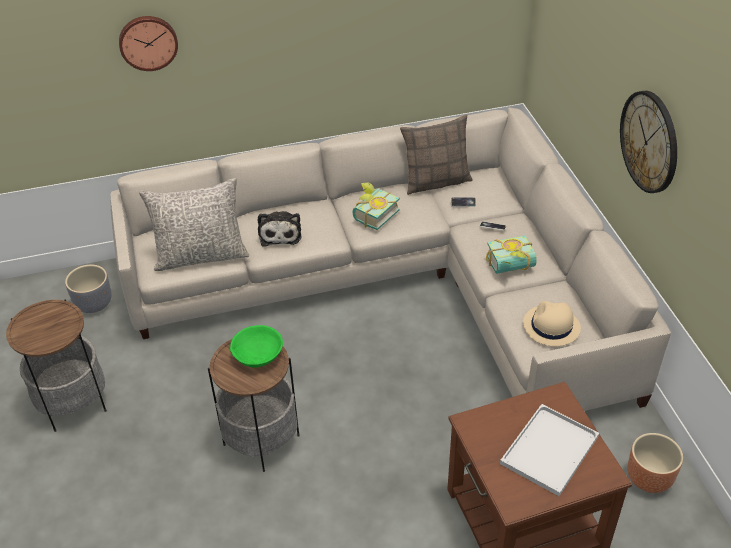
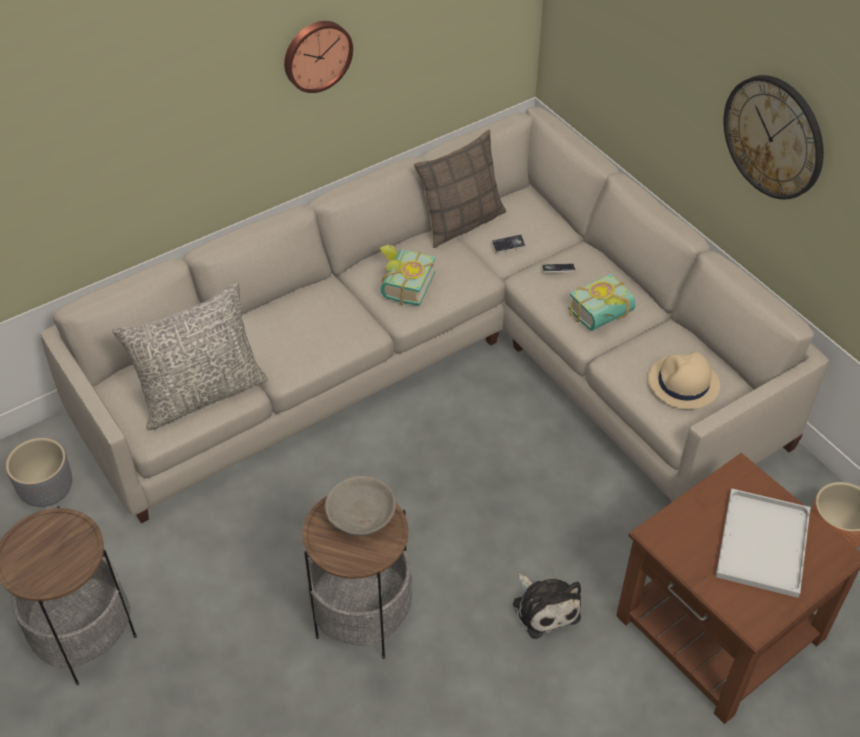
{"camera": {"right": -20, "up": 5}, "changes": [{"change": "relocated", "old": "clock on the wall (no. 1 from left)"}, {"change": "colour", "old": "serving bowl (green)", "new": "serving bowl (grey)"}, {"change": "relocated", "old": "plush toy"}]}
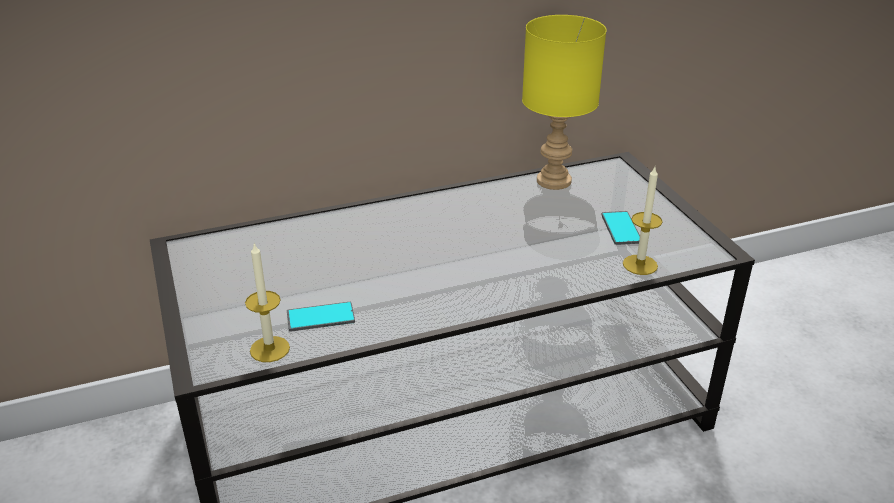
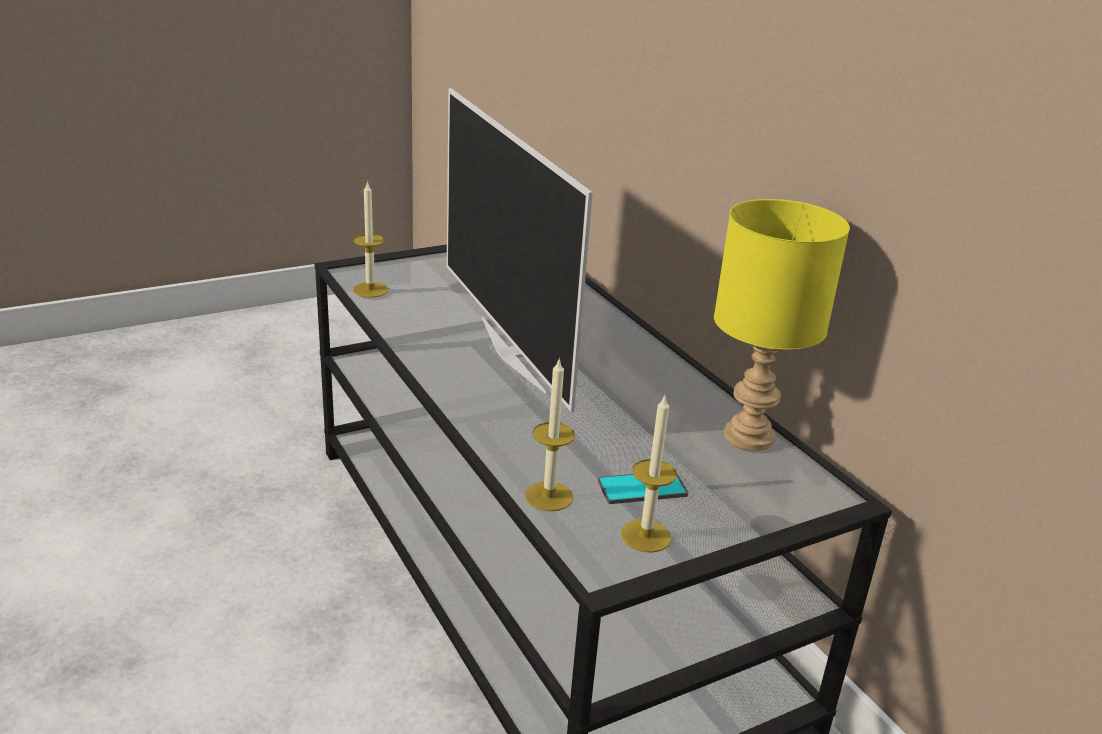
{"camera": {"right": 80, "up": -5}, "changes": [{"change": "missing", "old": "telephone (no. 1 from left)"}, {"change": "appeared", "new": "television"}, {"change": "appeared", "new": "wax candle (no. 3 from left)"}]}
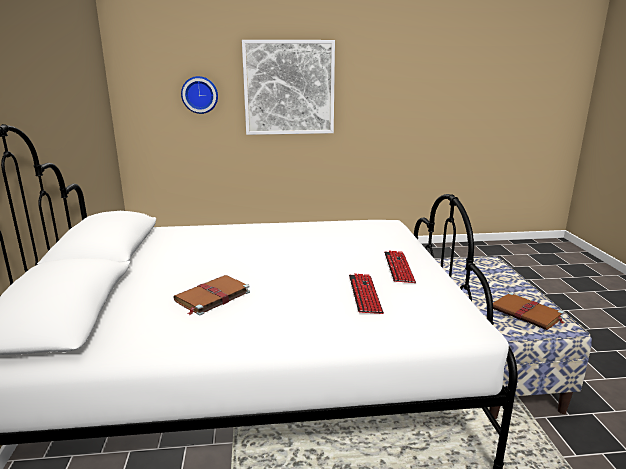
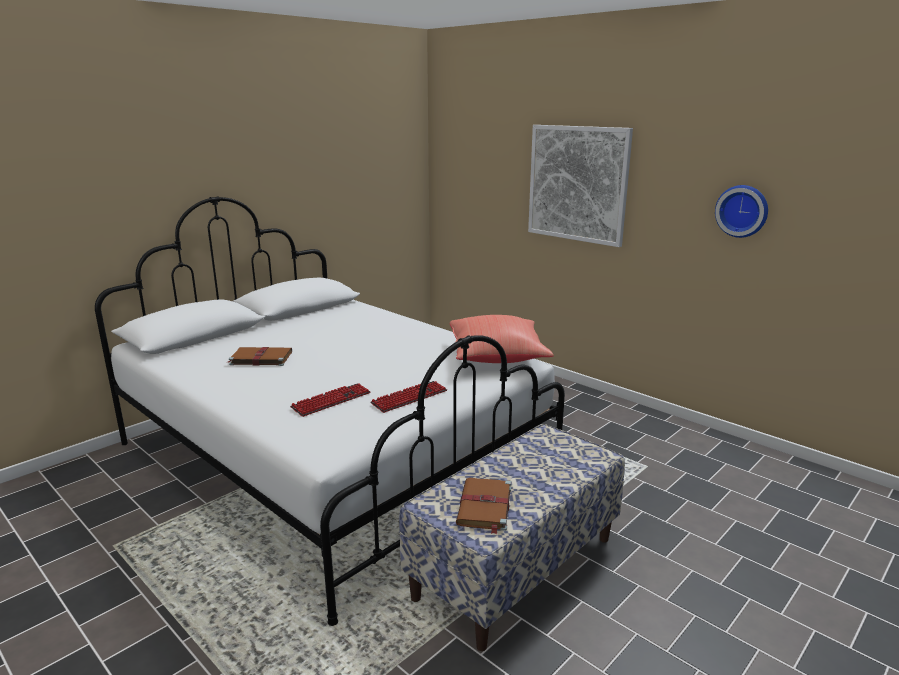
{"camera": {"right": 50, "up": 0}, "changes": [{"change": "relocated", "old": "clock on the wall"}, {"change": "appeared", "new": "pillow (reddish)"}]}
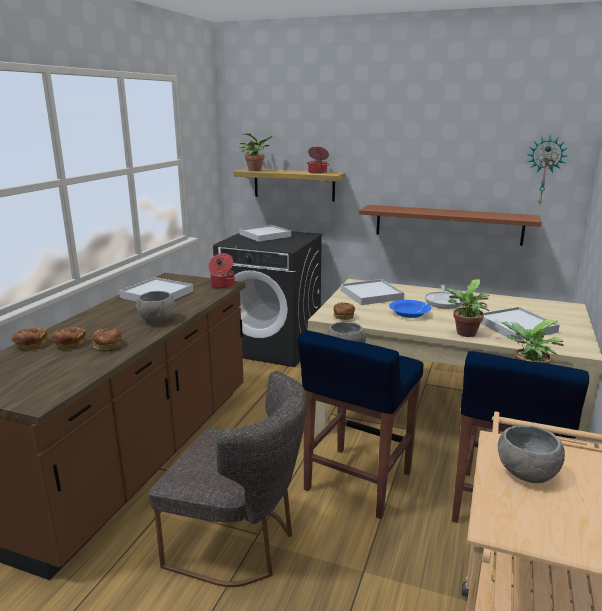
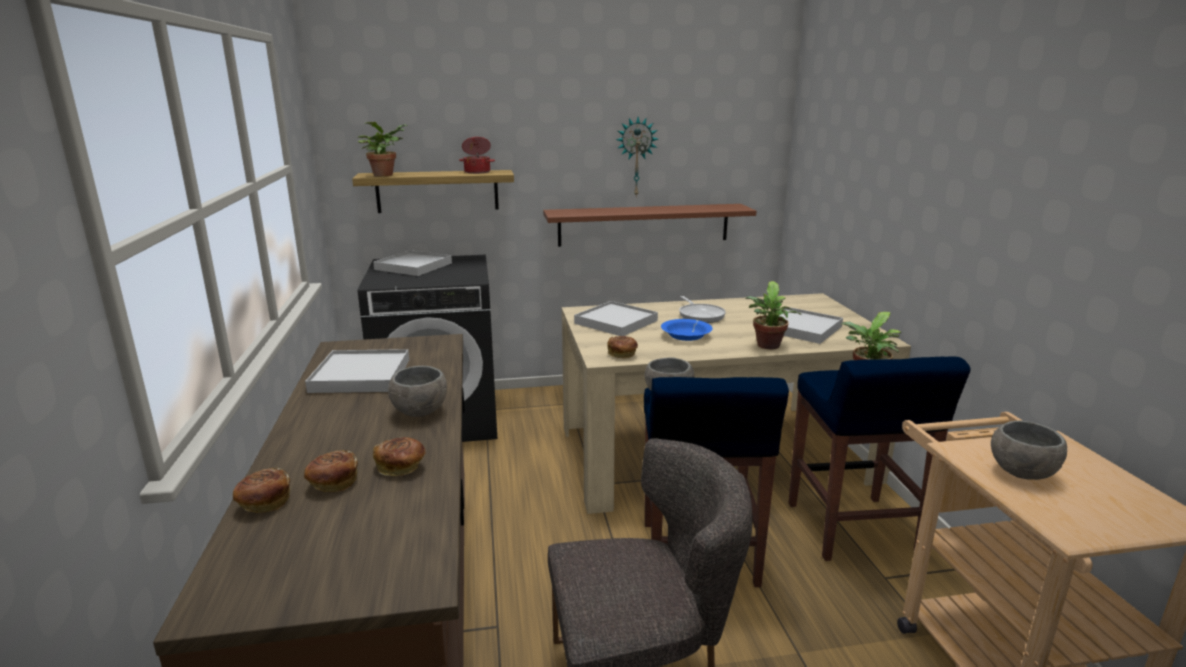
{"camera": {"right": -30, "up": 0}, "changes": [{"change": "missing", "old": "saucepot (no. 1 from left)"}, {"change": "relocated", "old": "clock on the wall"}]}
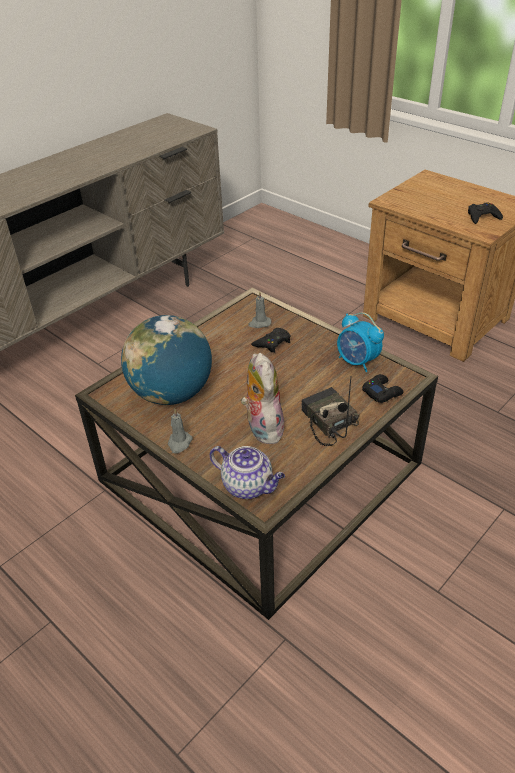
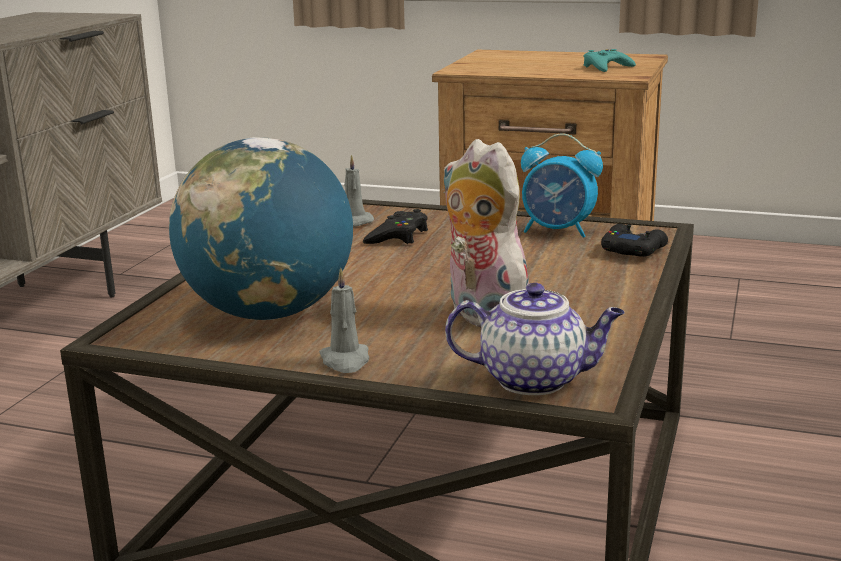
{"camera": {"right": -25, "up": -20}, "changes": [{"change": "missing", "old": "radio set"}, {"change": "colour", "old": "joypad (blackish) (no. 3 from left)", "new": "joypad (blue-green)"}]}
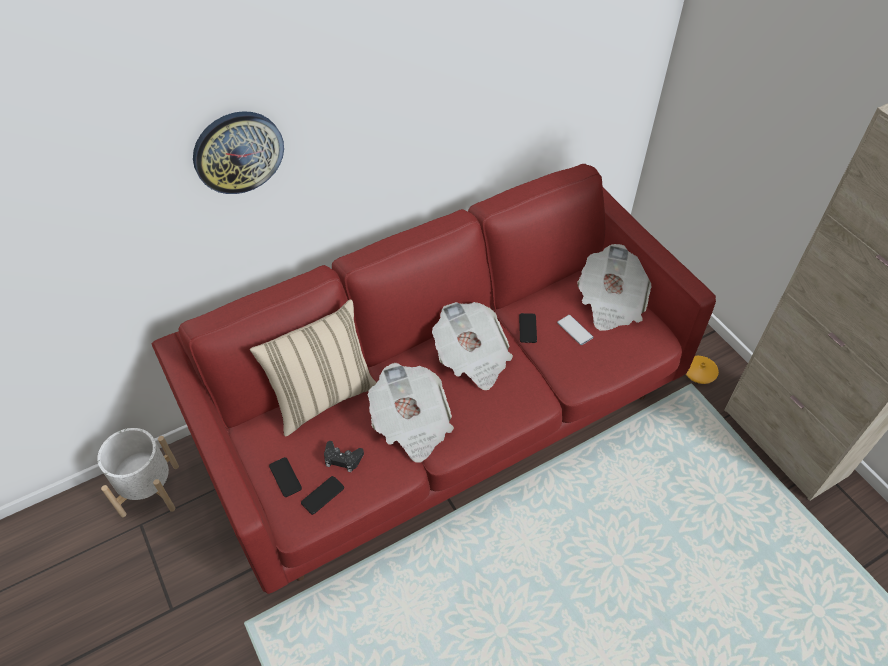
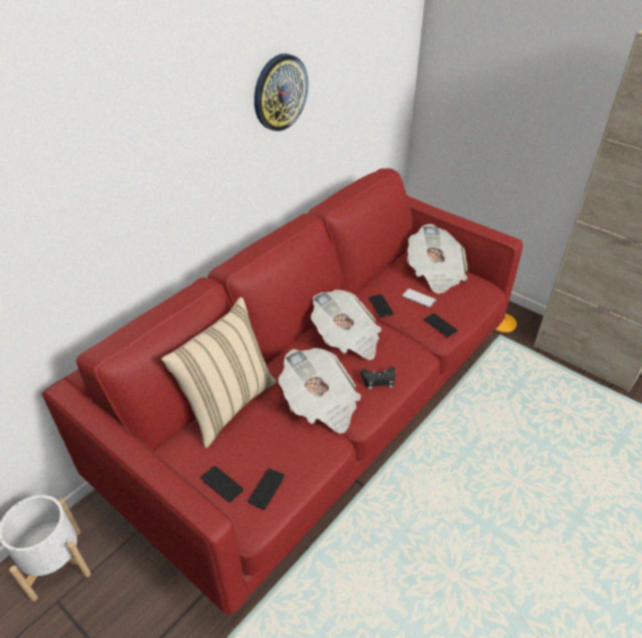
{"camera": {"right": -20, "up": -10}, "changes": [{"change": "relocated", "old": "clock on the wall"}, {"change": "relocated", "old": "joypad (blackish)"}, {"change": "appeared", "new": "telephone (no. 5 from left)"}]}
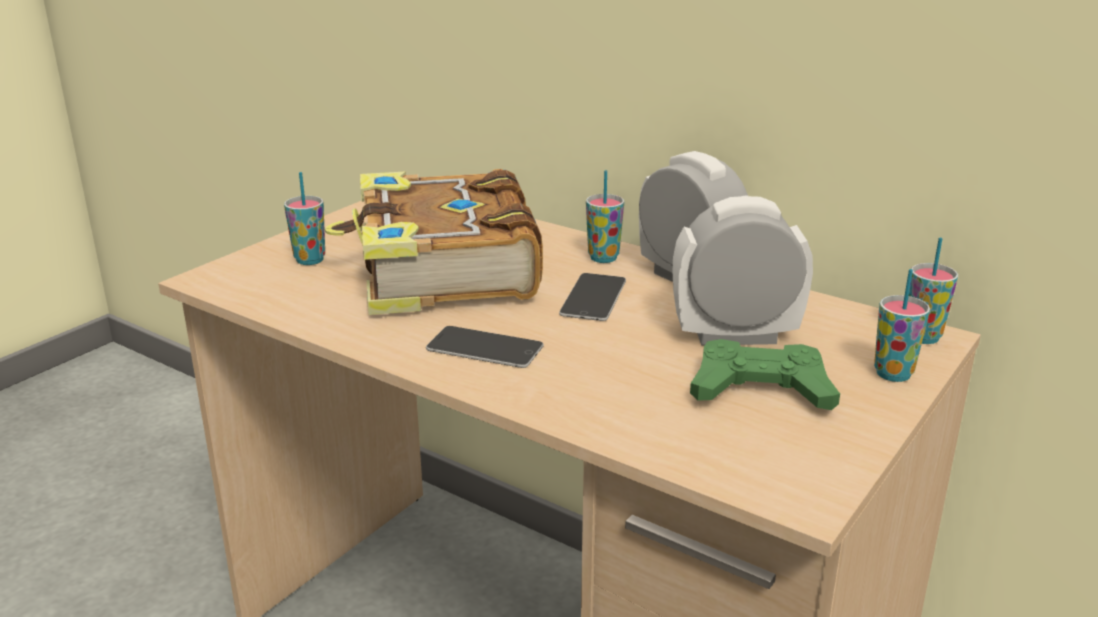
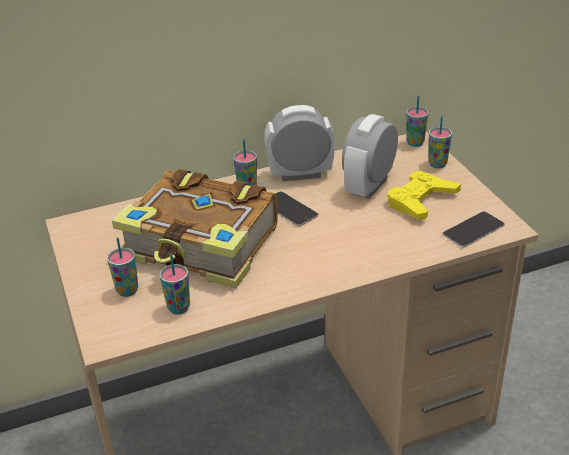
{"camera": {"right": -55, "up": 10}, "changes": [{"change": "relocated", "old": "telephone (no. 1 from left in the first image)", "new": "telephone (no. 2 from left)"}, {"change": "colour", "old": "joypad (green)", "new": "joypad (yellow-coloured)"}, {"change": "appeared", "new": "drinking cup (no. 2 from left)"}]}
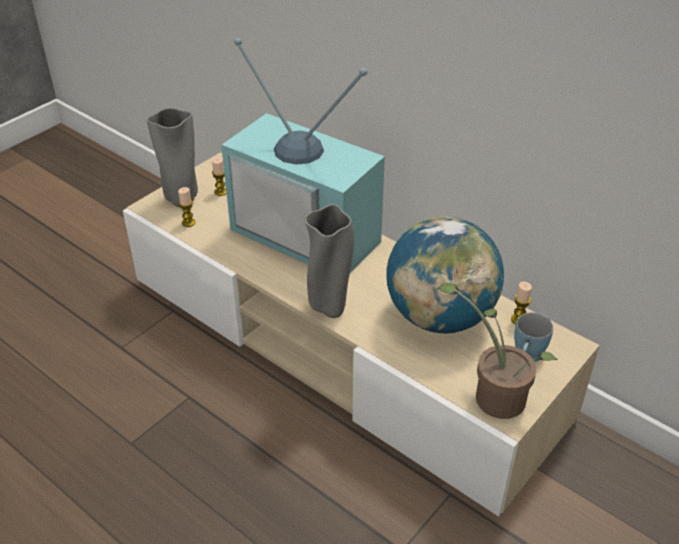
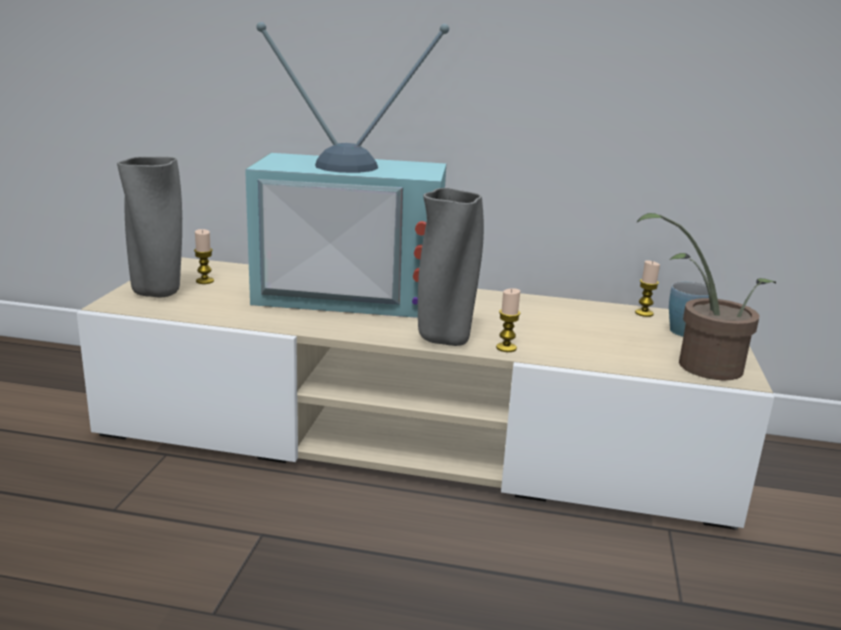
{"camera": {"right": -30, "up": -20}, "changes": [{"change": "relocated", "old": "wax candle (no. 1 from left in the first image)", "new": "wax candle (no. 2 from left)"}, {"change": "missing", "old": "globe"}]}
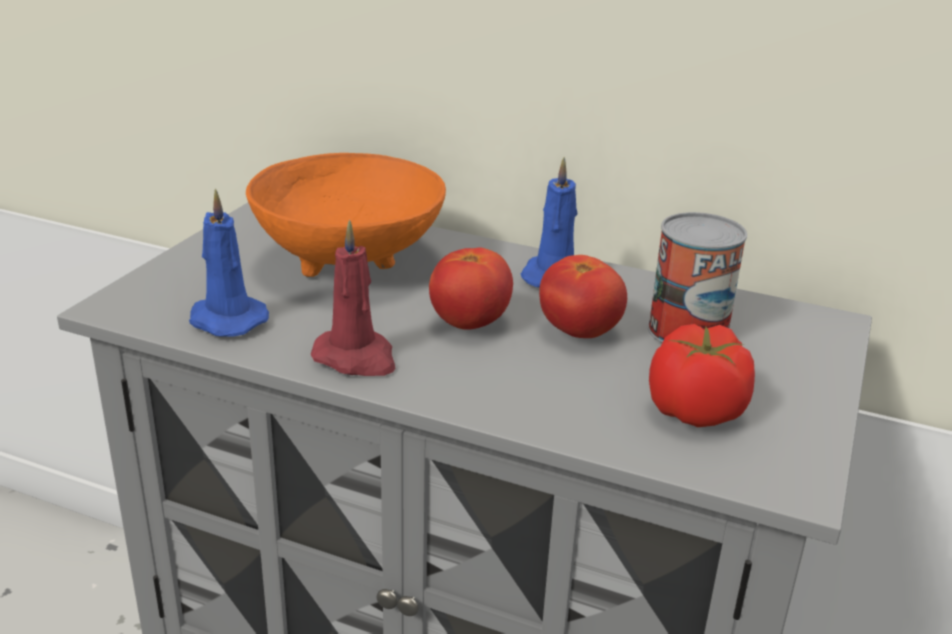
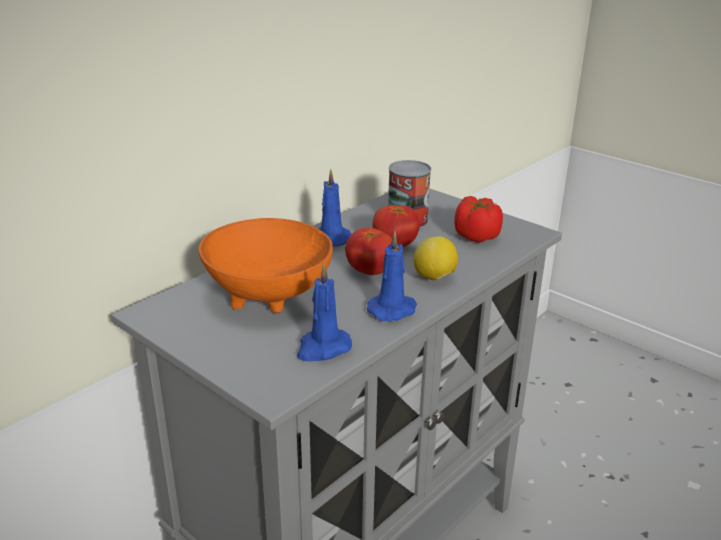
{"camera": {"right": -70, "up": 0}, "changes": [{"change": "colour", "old": "wax candle (reddish)", "new": "wax candle (blue-coloured) (no. 3 from left)"}, {"change": "appeared", "new": "lemon"}]}
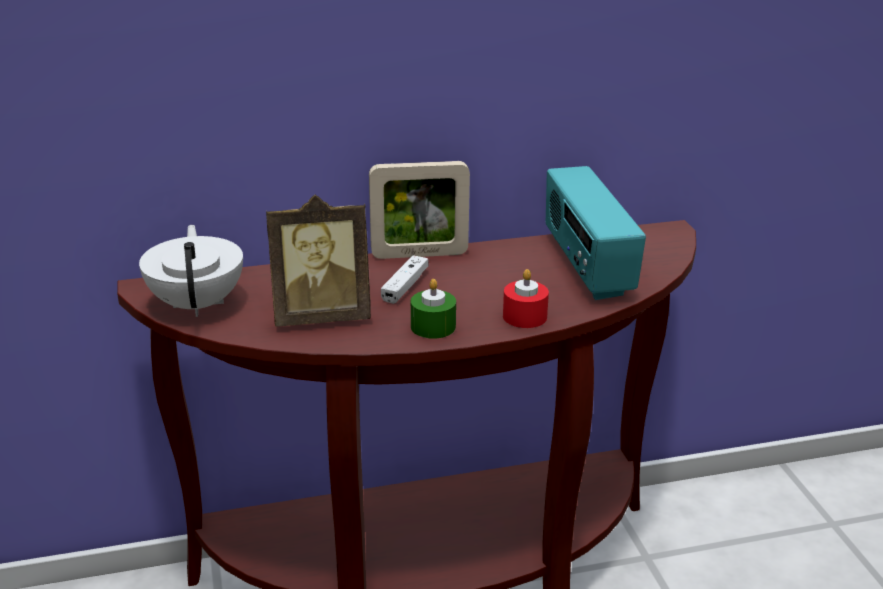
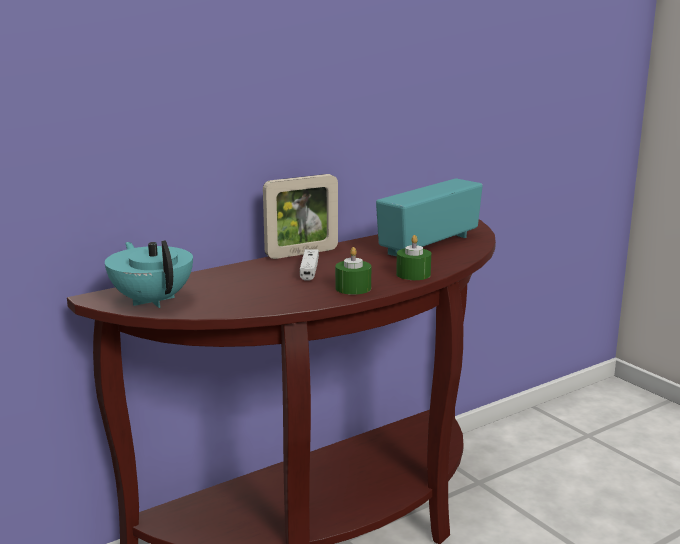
{"camera": {"right": -20, "up": -10}, "changes": [{"change": "colour", "old": "tea pot (whitish)", "new": "tea pot (blue-green)"}, {"change": "missing", "old": "photo frame (no. 1 from left)"}, {"change": "colour", "old": "wax candle (reddish)", "new": "wax candle (green) (no. 2 from left)"}, {"change": "spun", "old": "radio set", "degrees": 75}]}
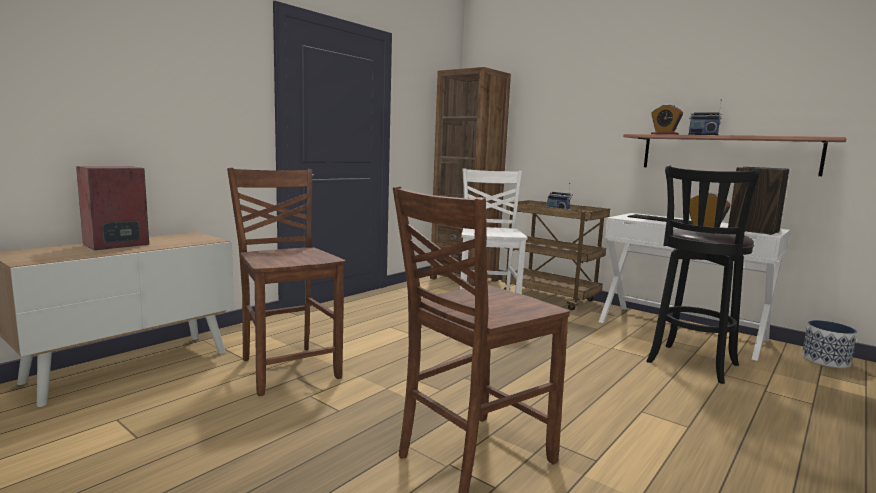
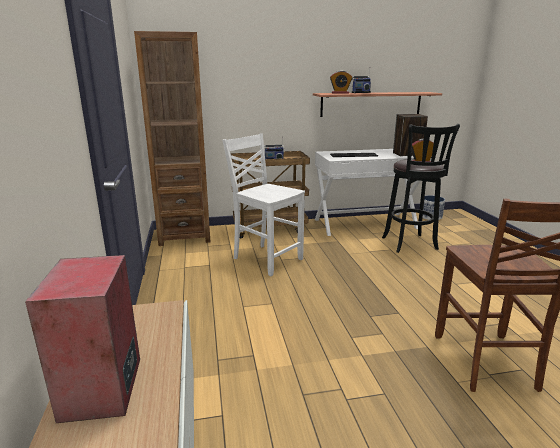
{"camera": {"right": -50, "up": 10}, "changes": [{"change": "missing", "old": "upright chair (brown) (no. 1 from left)"}]}
